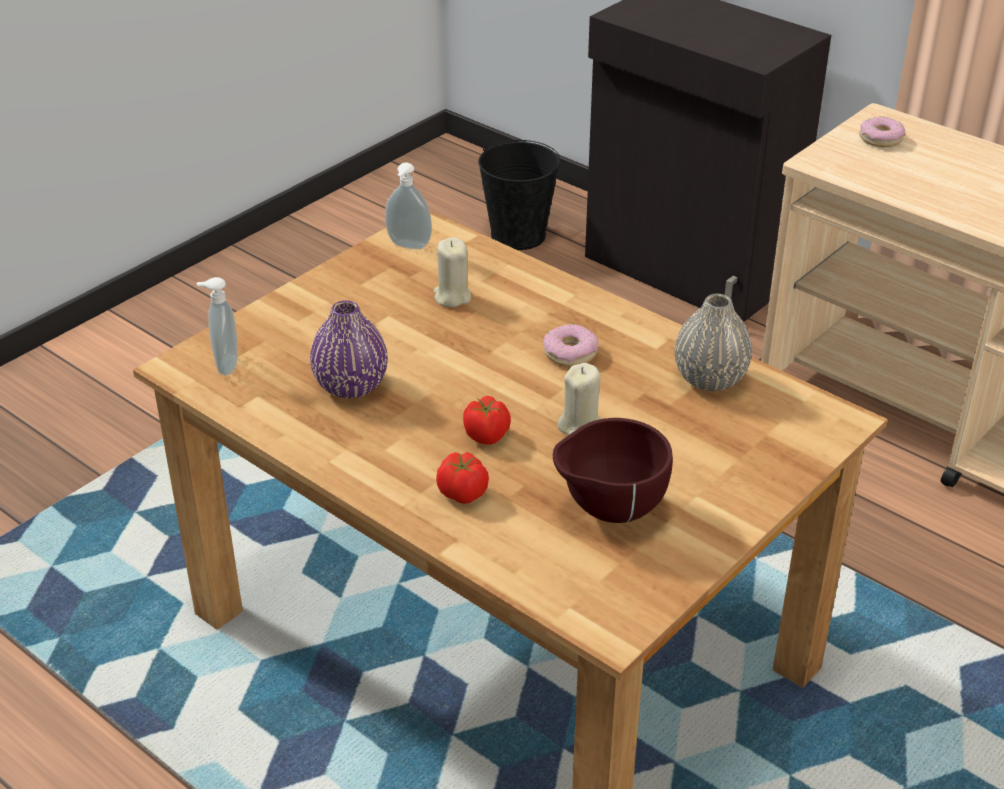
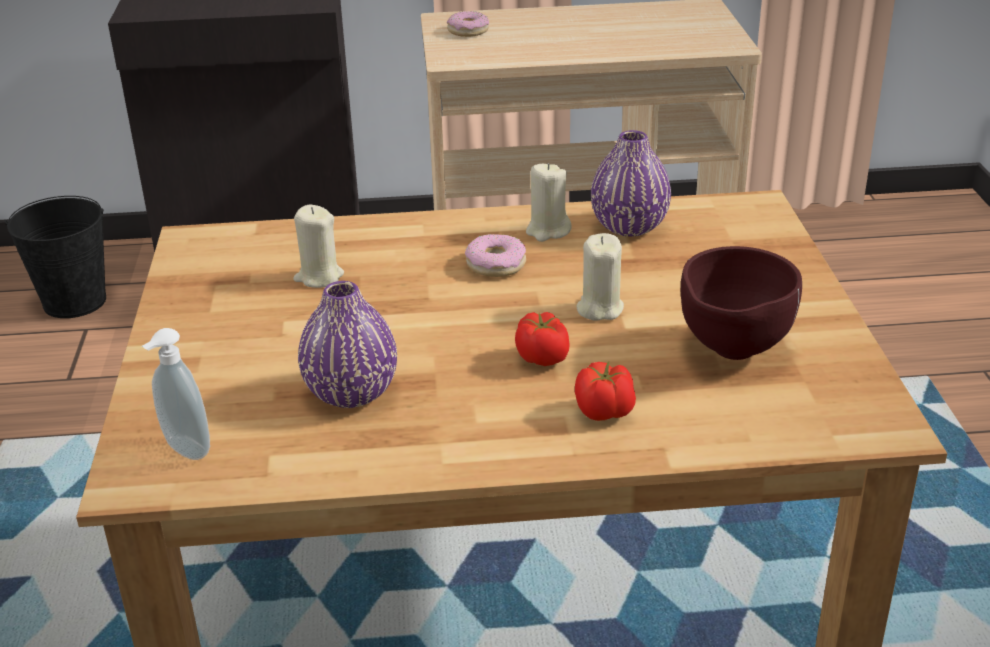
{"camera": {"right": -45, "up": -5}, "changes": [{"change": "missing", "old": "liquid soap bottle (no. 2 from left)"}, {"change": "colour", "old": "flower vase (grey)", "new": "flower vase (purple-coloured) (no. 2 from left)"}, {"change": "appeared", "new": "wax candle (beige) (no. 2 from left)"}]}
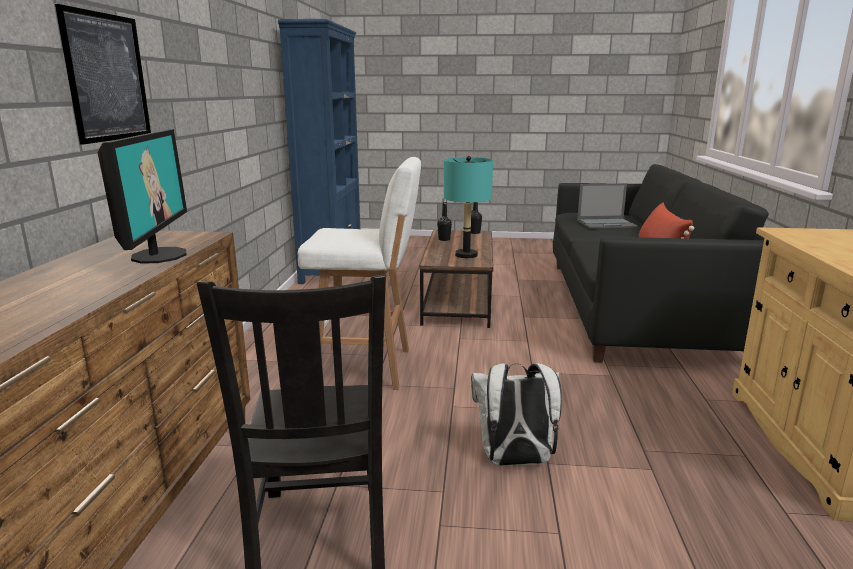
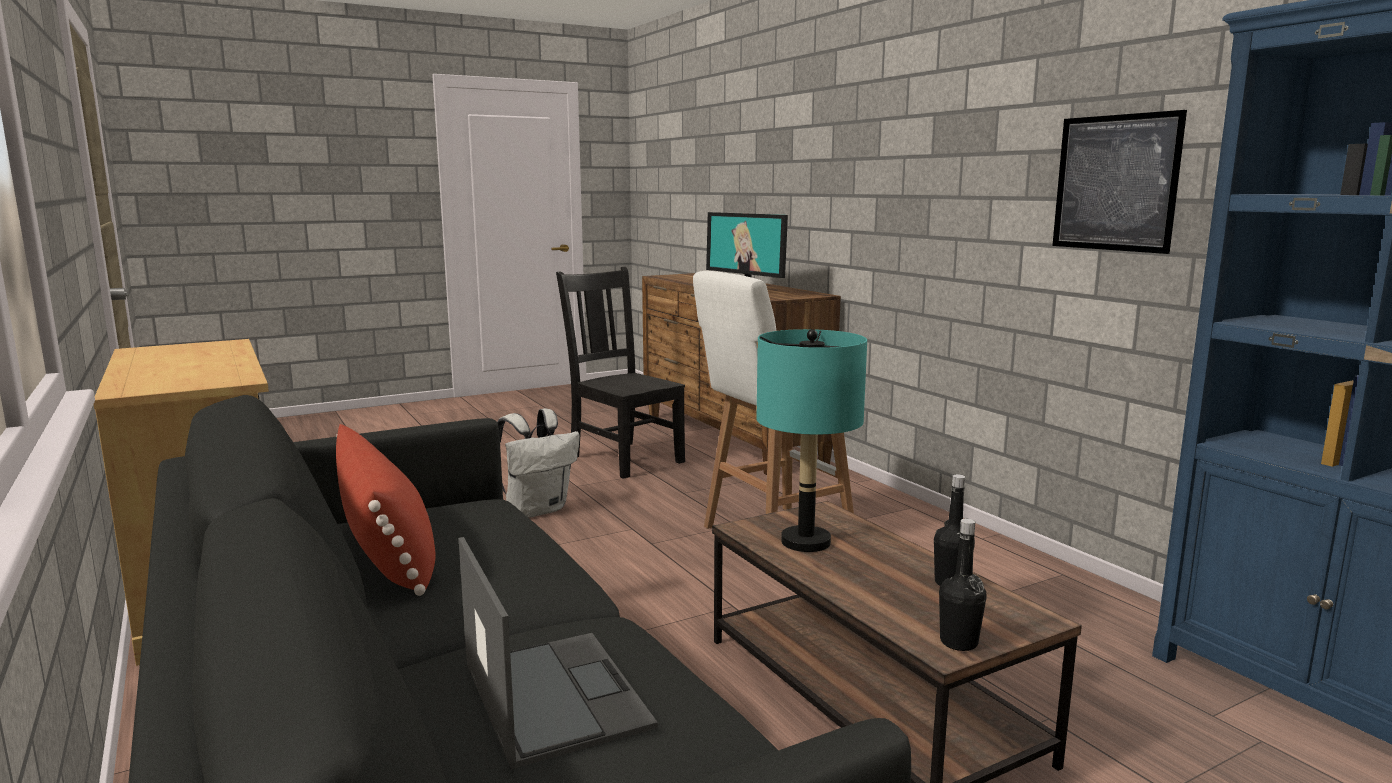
{"camera": {"right": 145, "up": -5}, "changes": [{"change": "relocated", "old": "picture"}, {"change": "spun", "old": "portable computer", "degrees": 105}]}
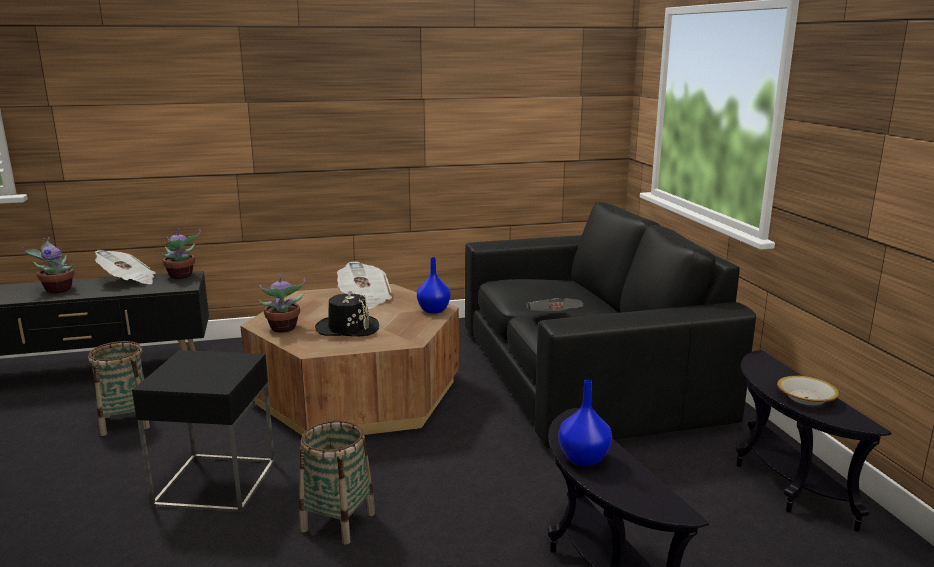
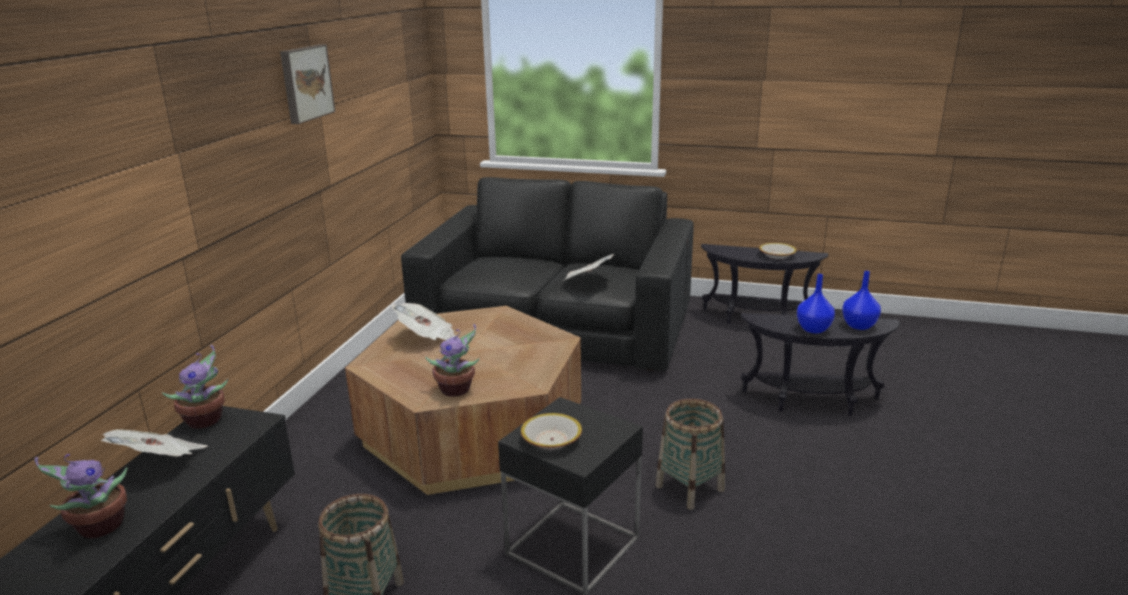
{"camera": {"right": -60, "up": 5}, "changes": [{"change": "missing", "old": "hat (blackish)"}, {"change": "relocated", "old": "flower vase (blue-coloured) (no. 1 from left in the first image)", "new": "flower vase (blue-coloured) (no. 2 from left)"}, {"change": "appeared", "new": "picture"}, {"change": "appeared", "new": "serving bowl (no. 1 from left)"}]}
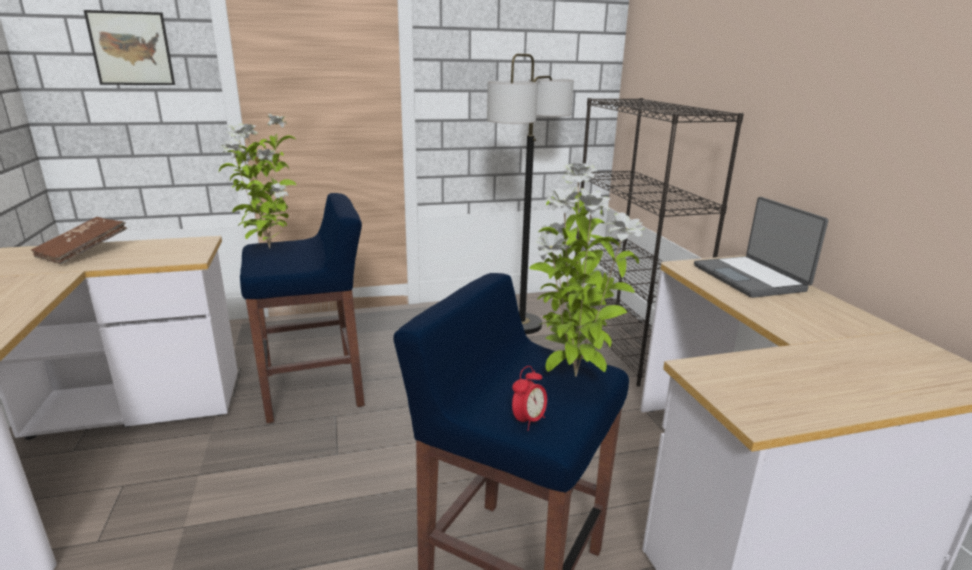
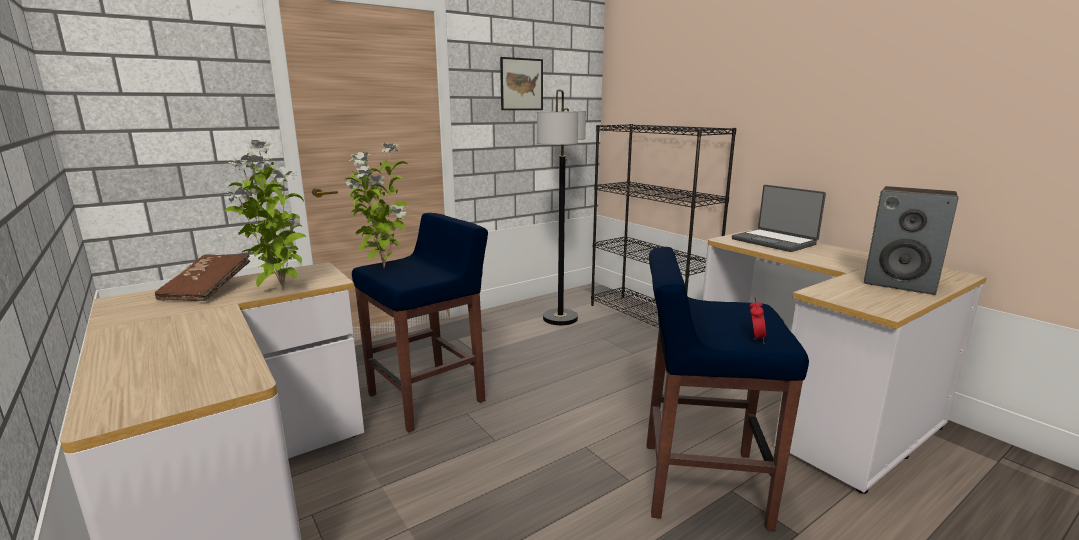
{"camera": {"right": -20, "up": -5}, "changes": [{"change": "relocated", "old": "picture"}, {"change": "relocated", "old": "houseplant (no. 2 from left in the first image)", "new": "houseplant (no. 1 from left)"}, {"change": "appeared", "new": "speaker"}]}
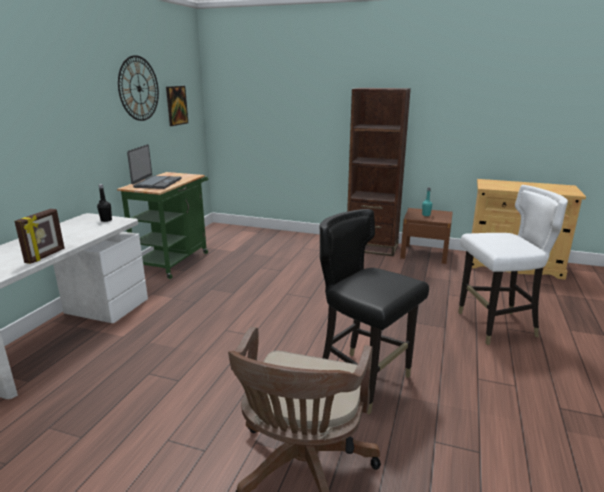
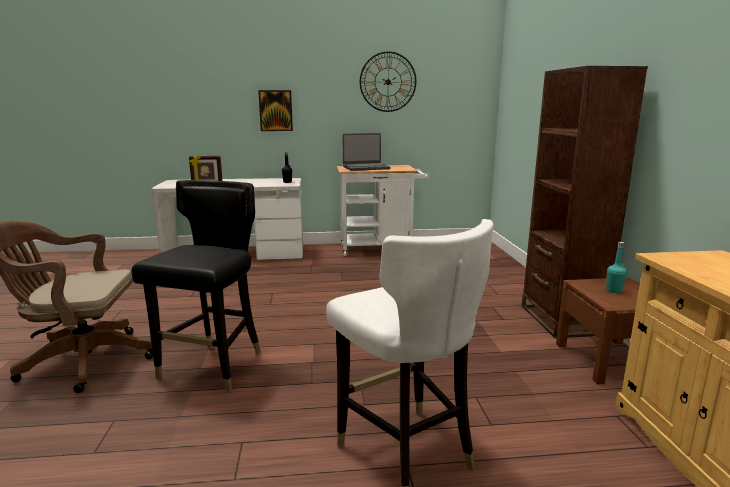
{"camera": {"right": 65, "up": -5}, "changes": [{"change": "colour", "old": "wheeled cart (green)", "new": "wheeled cart (whitish)"}, {"change": "relocated", "old": "picture"}]}
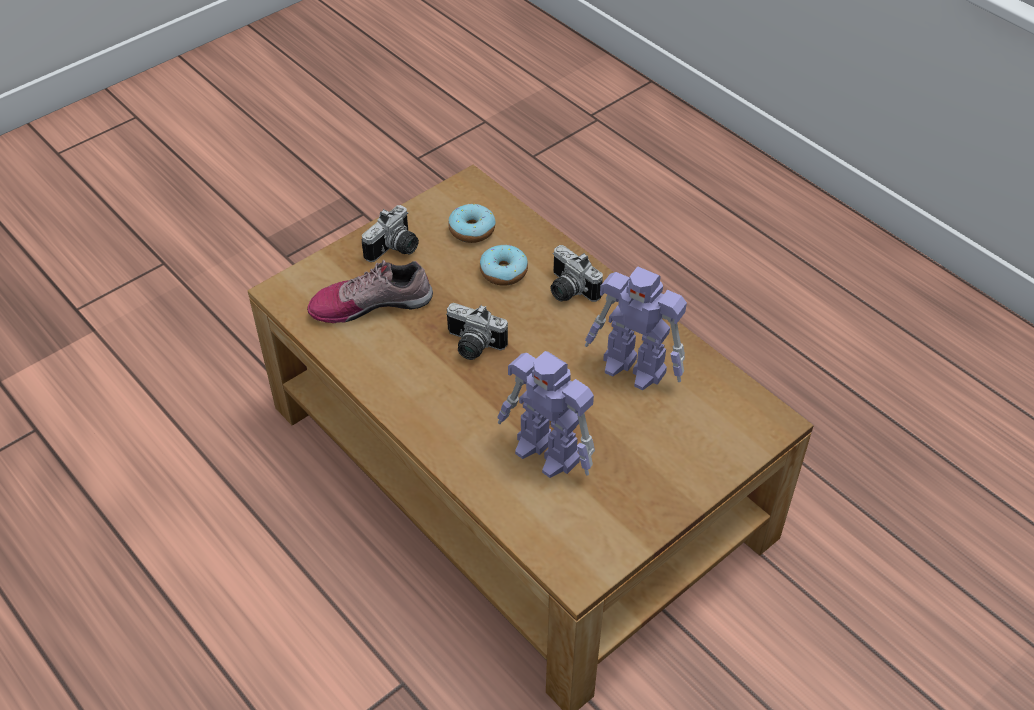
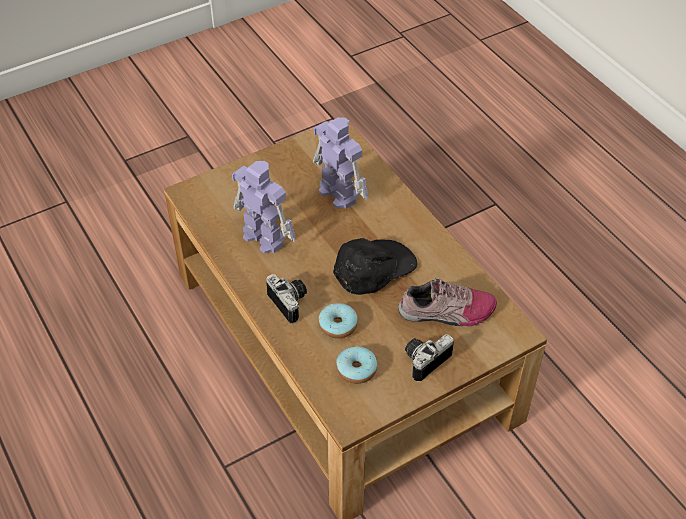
{"camera": {"right": -170, "up": 0}, "changes": [{"change": "exchanged", "old": "still camera (no. 2 from left)", "new": "baseball cap (blackish)"}]}
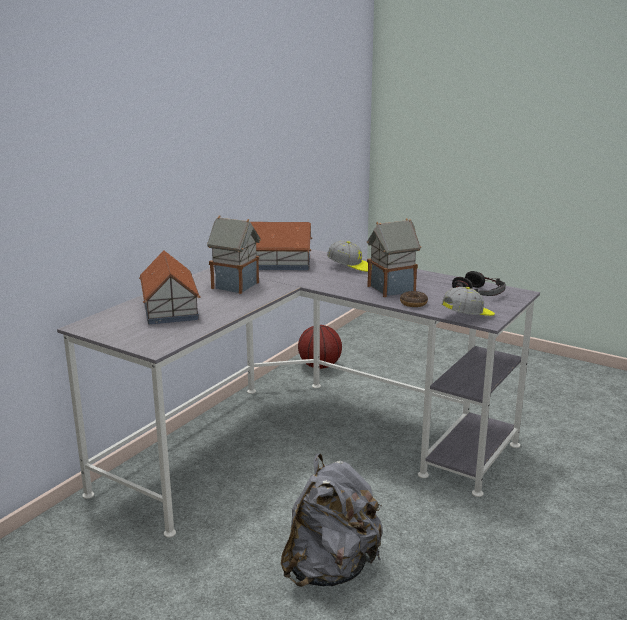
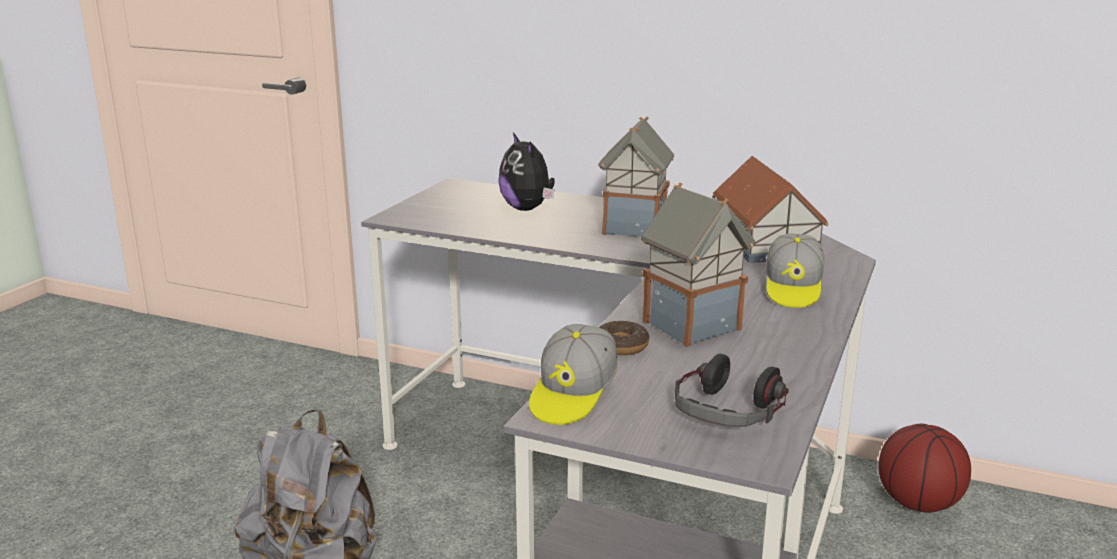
{"camera": {"right": 80, "up": 0}, "changes": [{"change": "exchanged", "old": "toy house (no. 1 from left)", "new": "plush toy"}, {"change": "spun", "old": "baseball cap (no. 2 from left in the first image)", "degrees": 60}]}
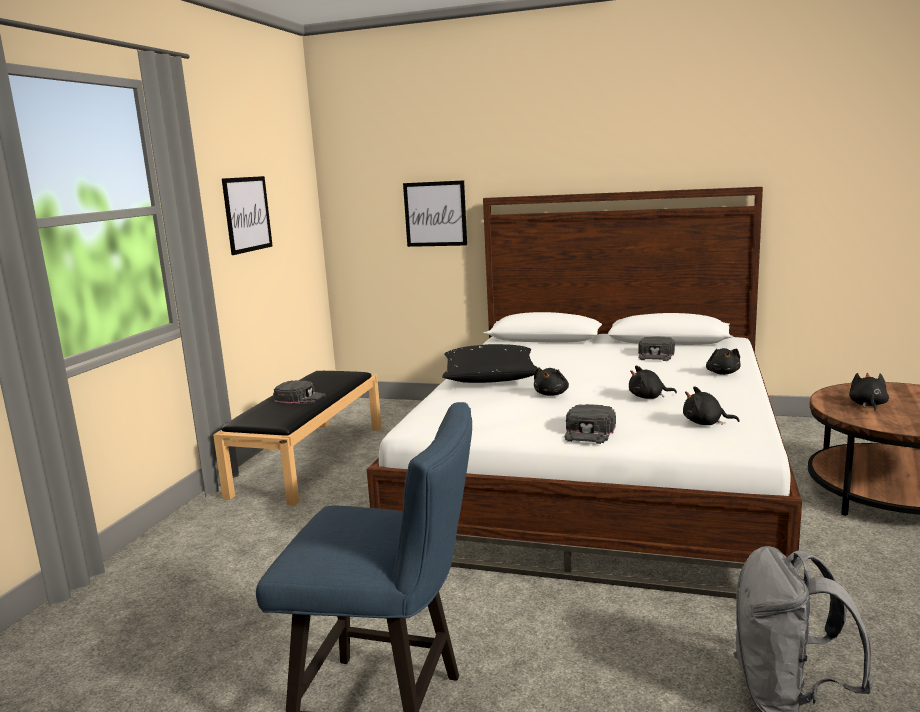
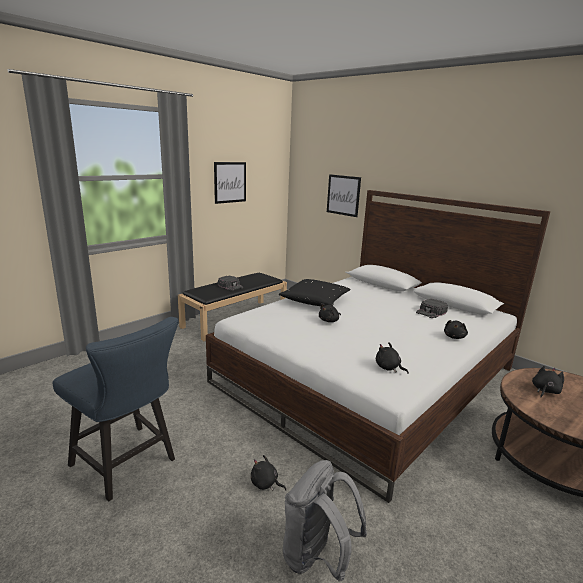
{"camera": {"right": 25, "up": 5}, "changes": [{"change": "missing", "old": "baseball cap (blackish) (no. 2 from left)"}, {"change": "relocated", "old": "plush toy (blackish) (no. 2 from left in the first image)", "new": "plush toy (blackish) (no. 1 from left)"}]}
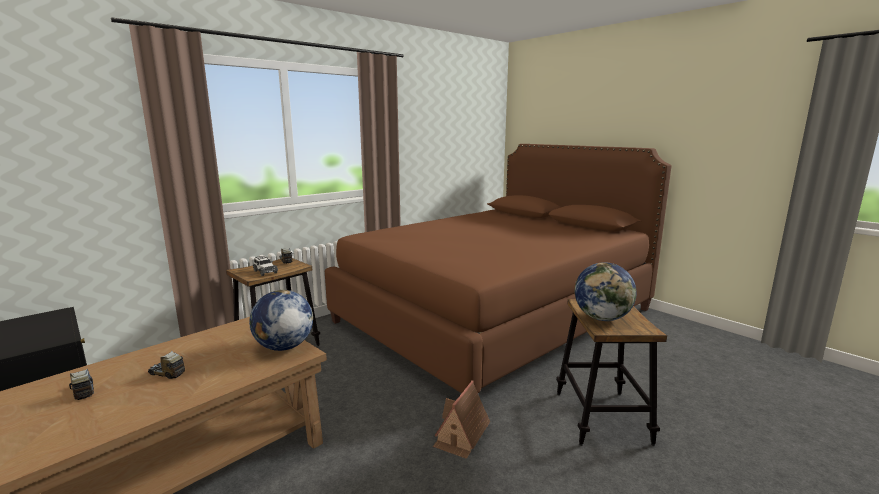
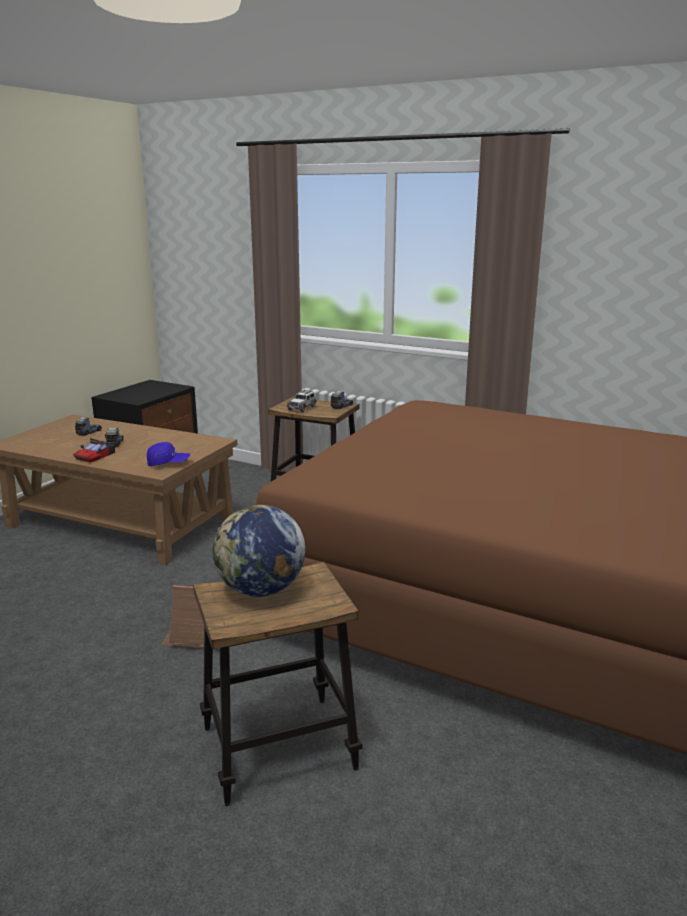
{"camera": {"right": 70, "up": 5}, "changes": [{"change": "exchanged", "old": "globe (no. 1 from left)", "new": "baseball cap (blue-coloured)"}, {"change": "appeared", "new": "model car (no. 1 from left)"}]}
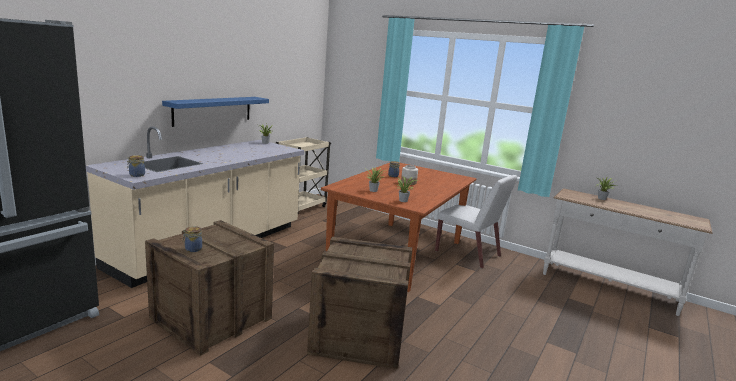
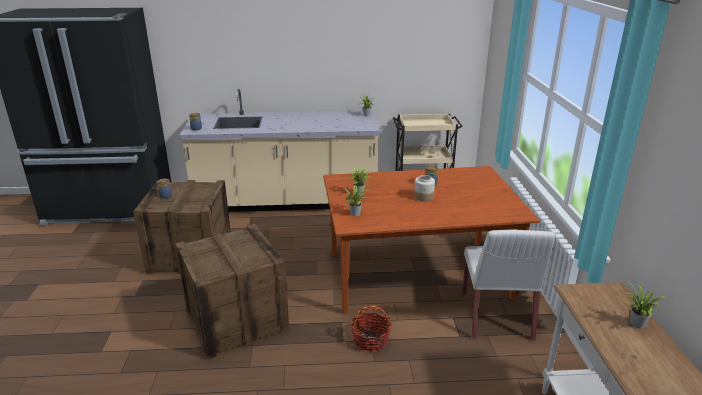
{"camera": {"right": 55, "up": 10}, "changes": [{"change": "missing", "old": "wall shelf (blue-coloured)"}, {"change": "appeared", "new": "storage basket"}]}
